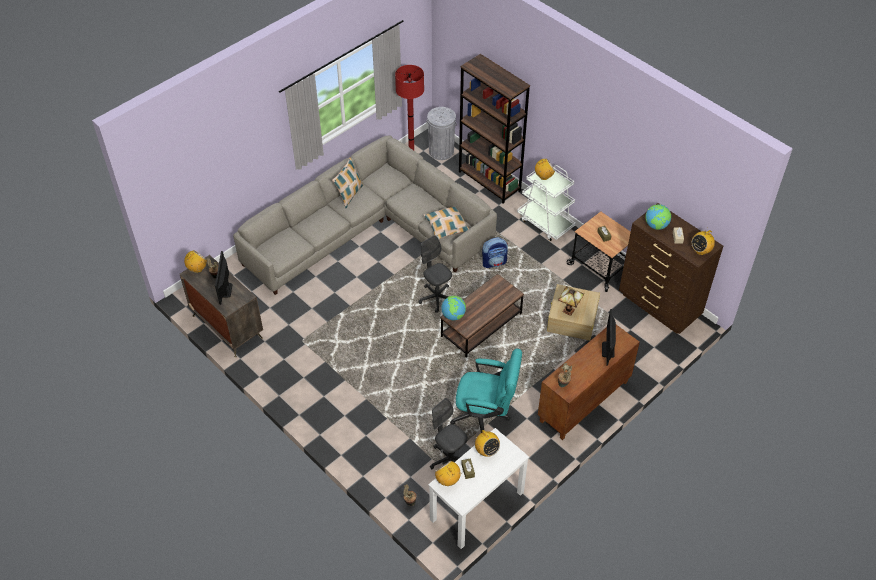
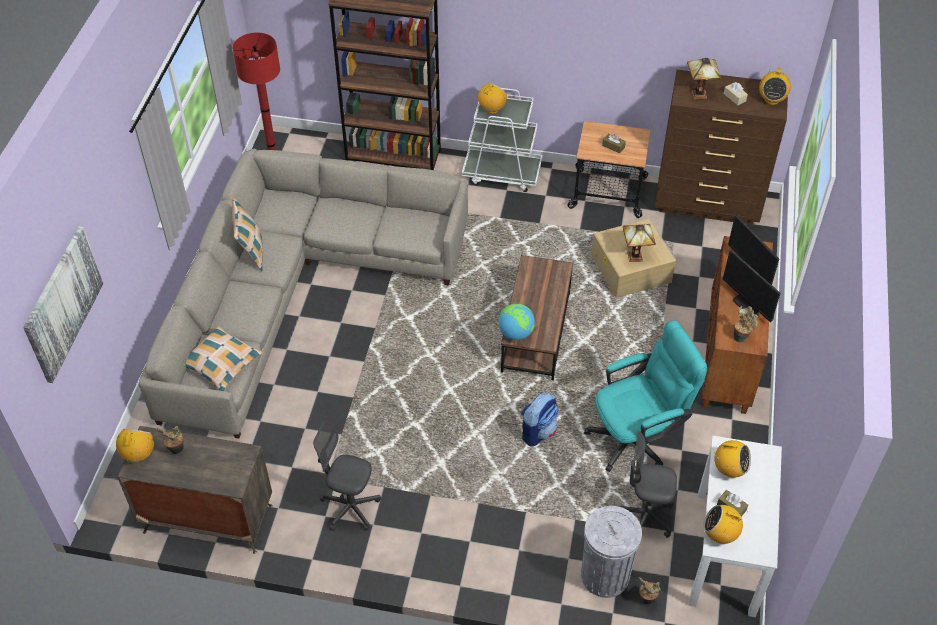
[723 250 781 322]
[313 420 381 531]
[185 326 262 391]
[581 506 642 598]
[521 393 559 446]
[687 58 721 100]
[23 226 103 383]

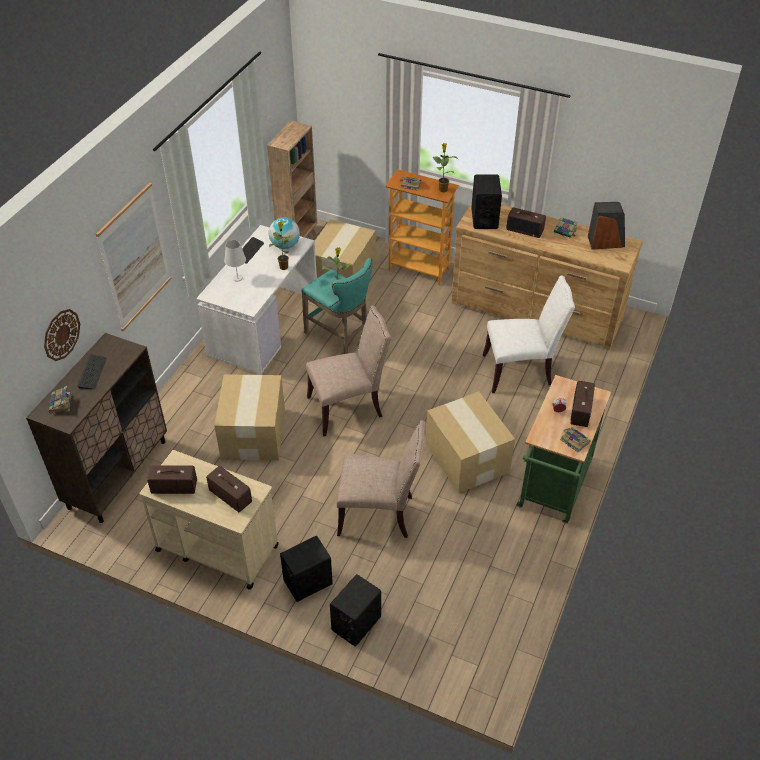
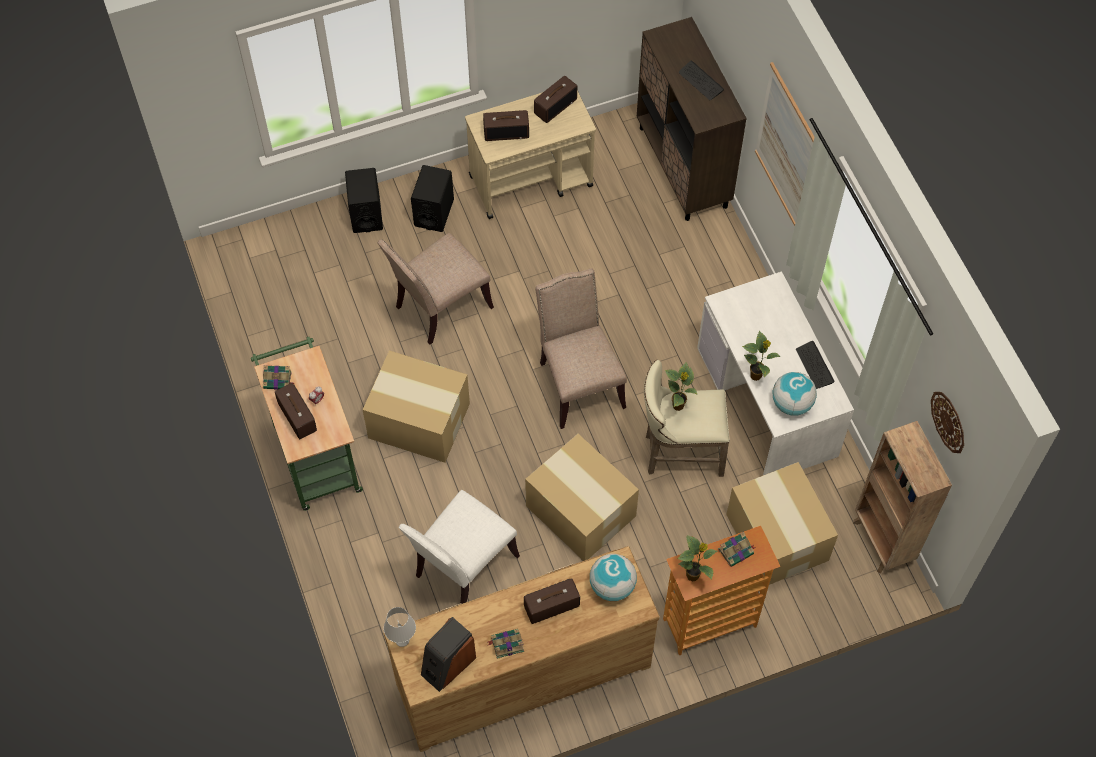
[931 392 964 453]
[49 386 72 415] (first image)
[525 434 639 561]
[384 607 416 647]
[644 360 730 477]
[535 268 627 429]
[590 554 637 601]

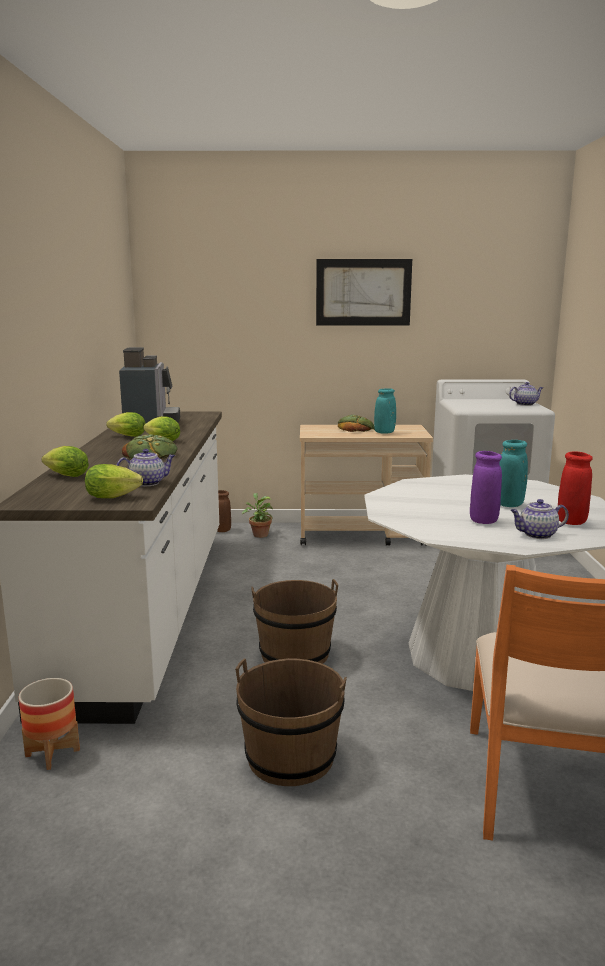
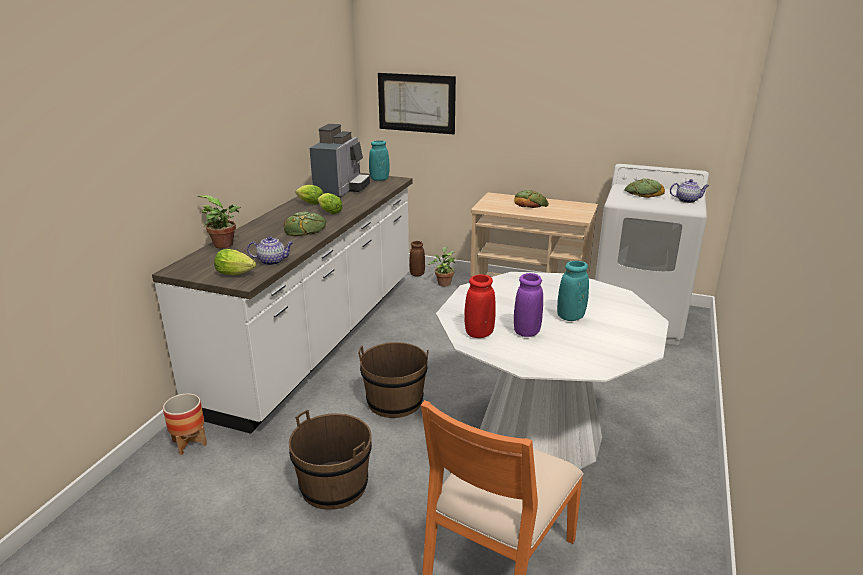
[198 195 241 249]
[378 73 456 134]
[369 140 390 181]
[510 499 569 539] (first image)
[464 274 496 338]
[625 178 665 198]

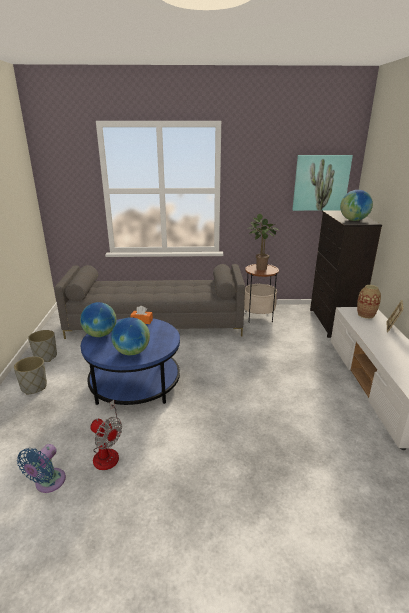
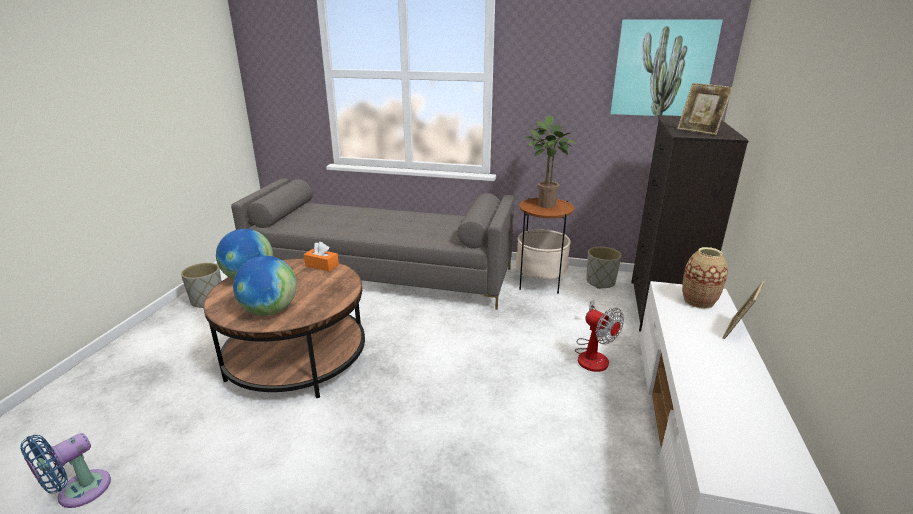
[586 247 622 289]
[203 258 365 398]
[575 299 624 372]
[677 83 733 135]

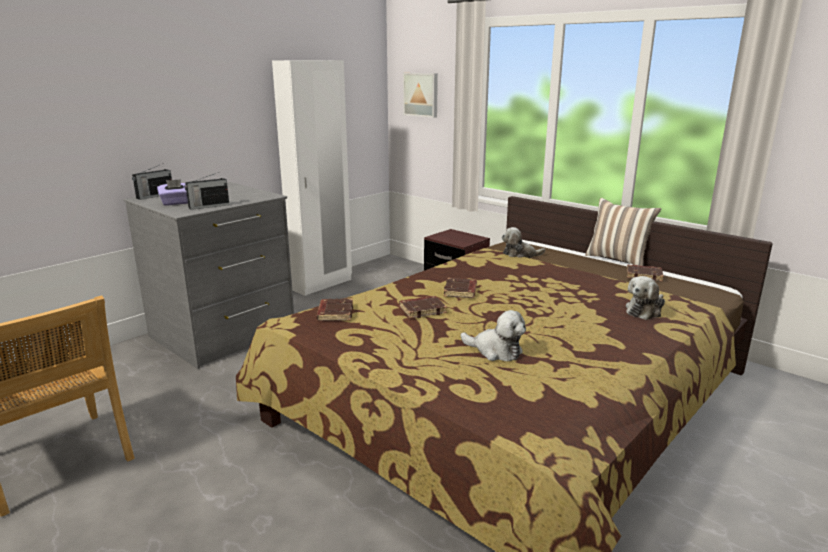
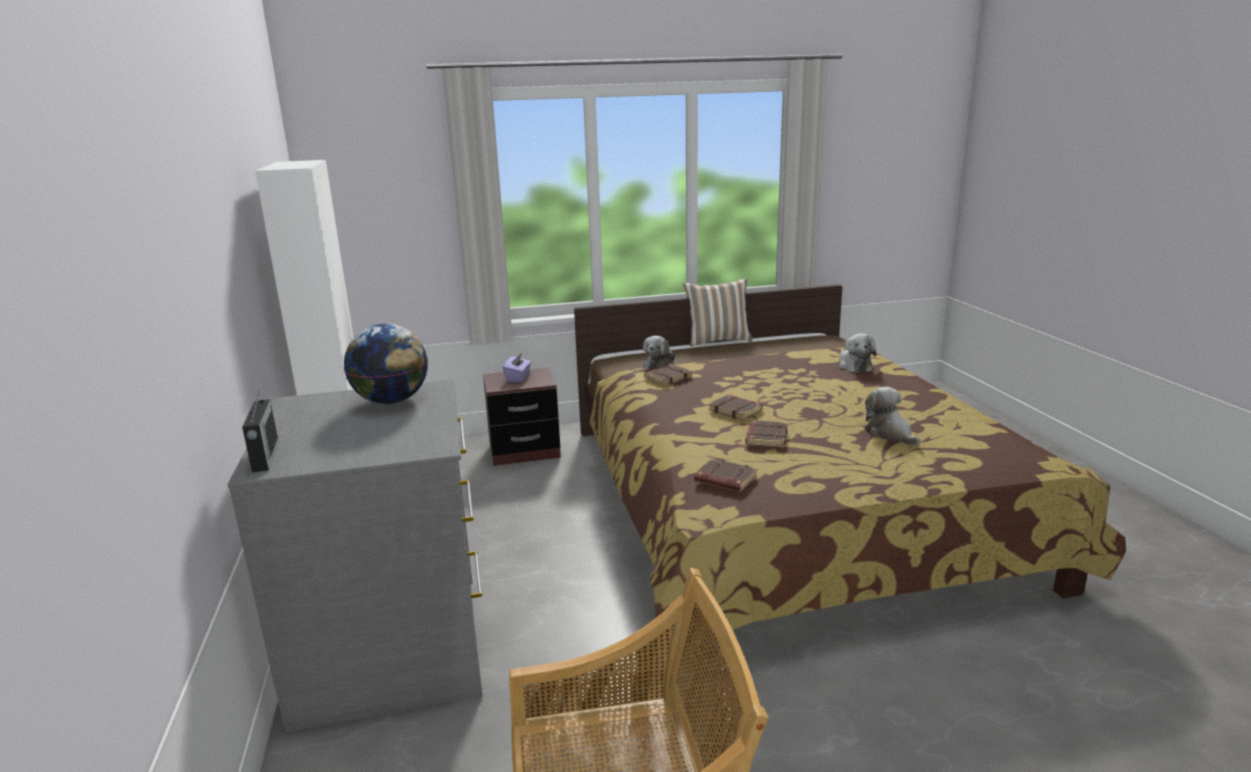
[503 353 531 382]
[184 172 229 210] (first image)
[403 73 438 118] (first image)
[864 387 920 446]
[644 365 692 386]
[344 324 428 404]

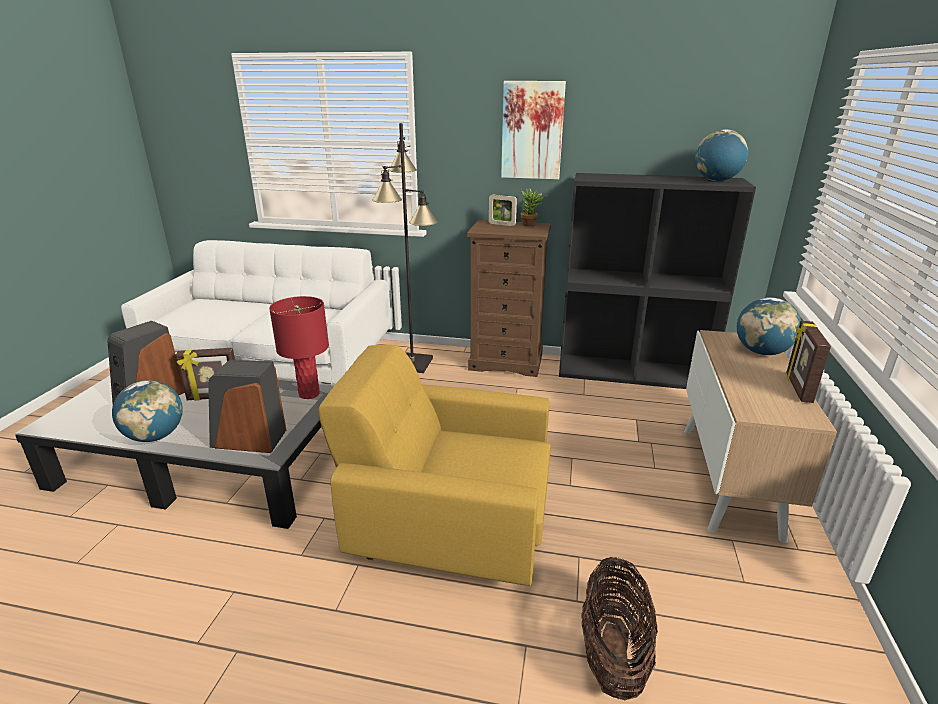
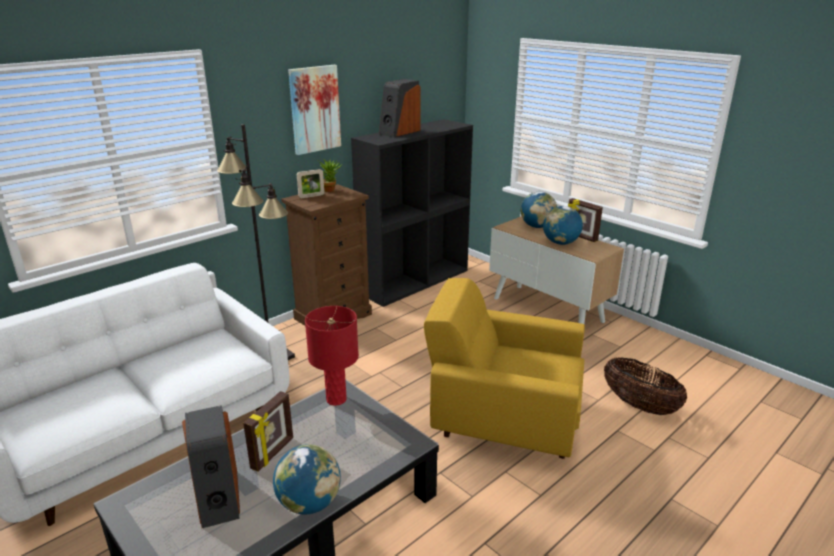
[379 79 421 137]
[424 278 585 459]
[543 206 583 245]

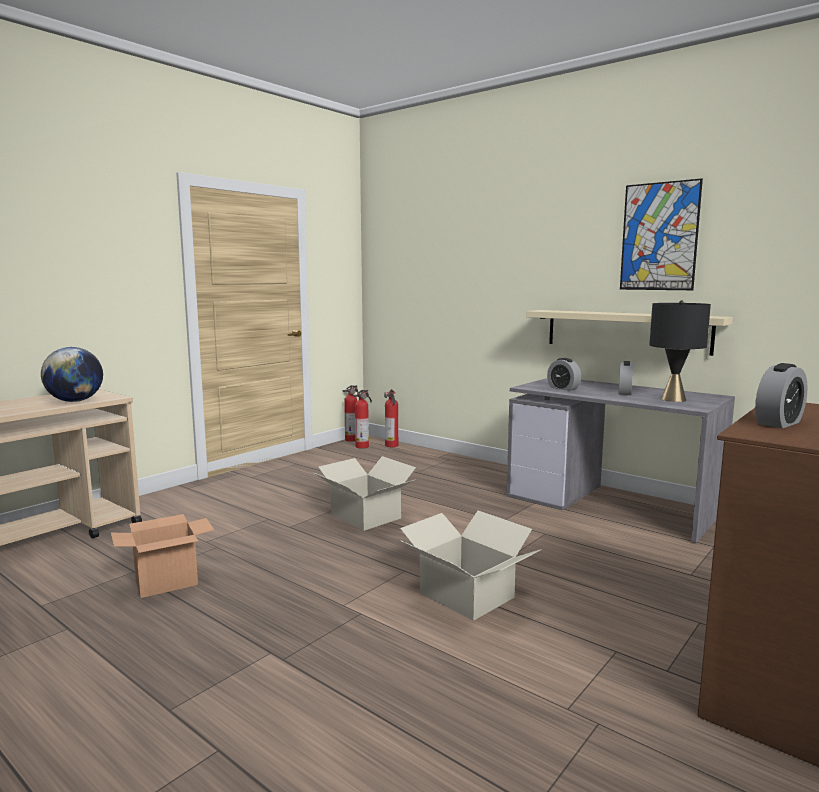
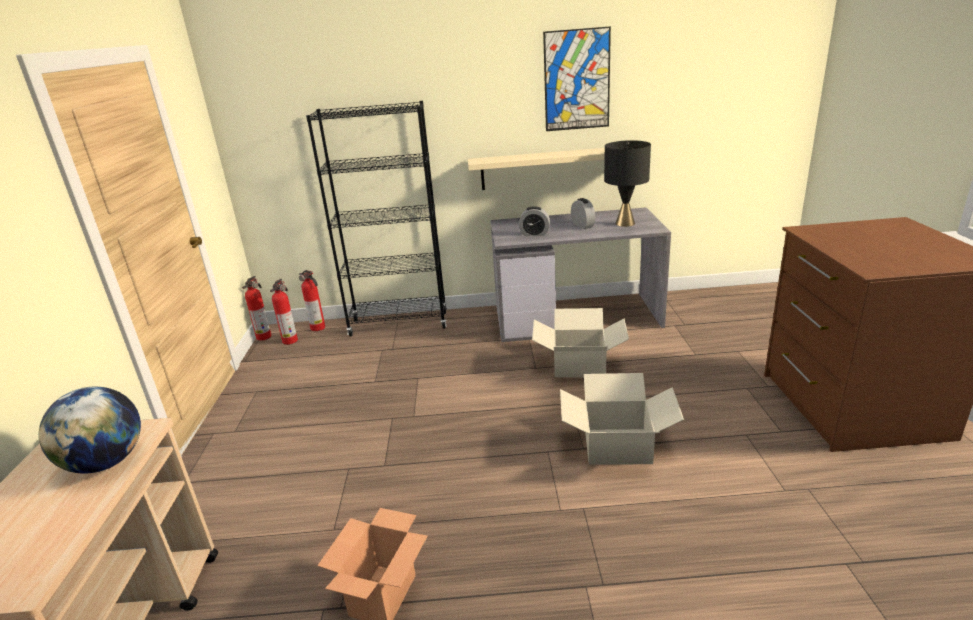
[532 308 629 377]
[755 363 808 428] (first image)
[306 101 447 337]

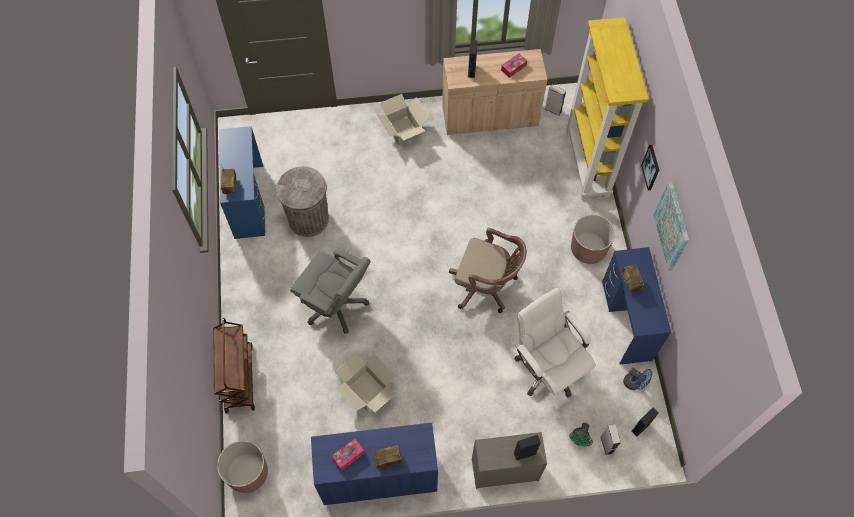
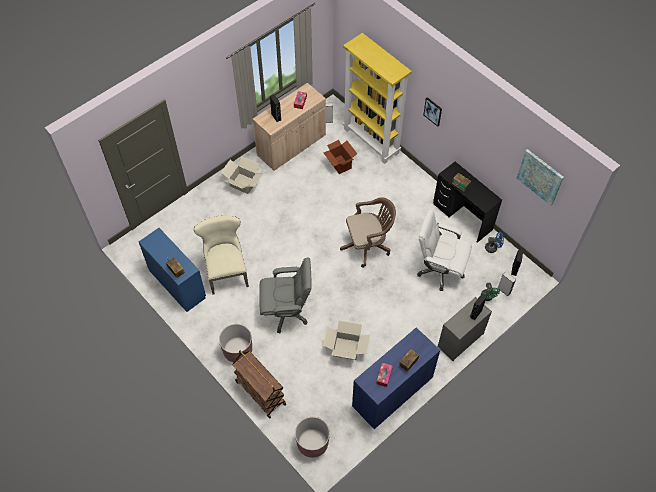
[194 215 249 295]
[219 324 252 363]
[433 162 502 243]
[517 149 564 206]
[324 140 357 174]

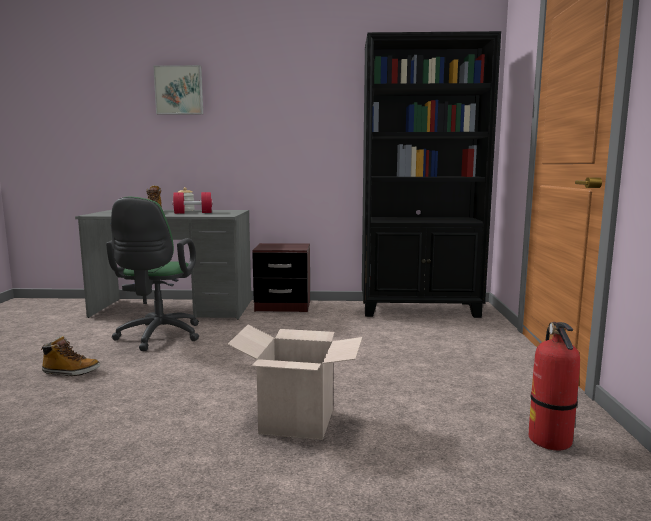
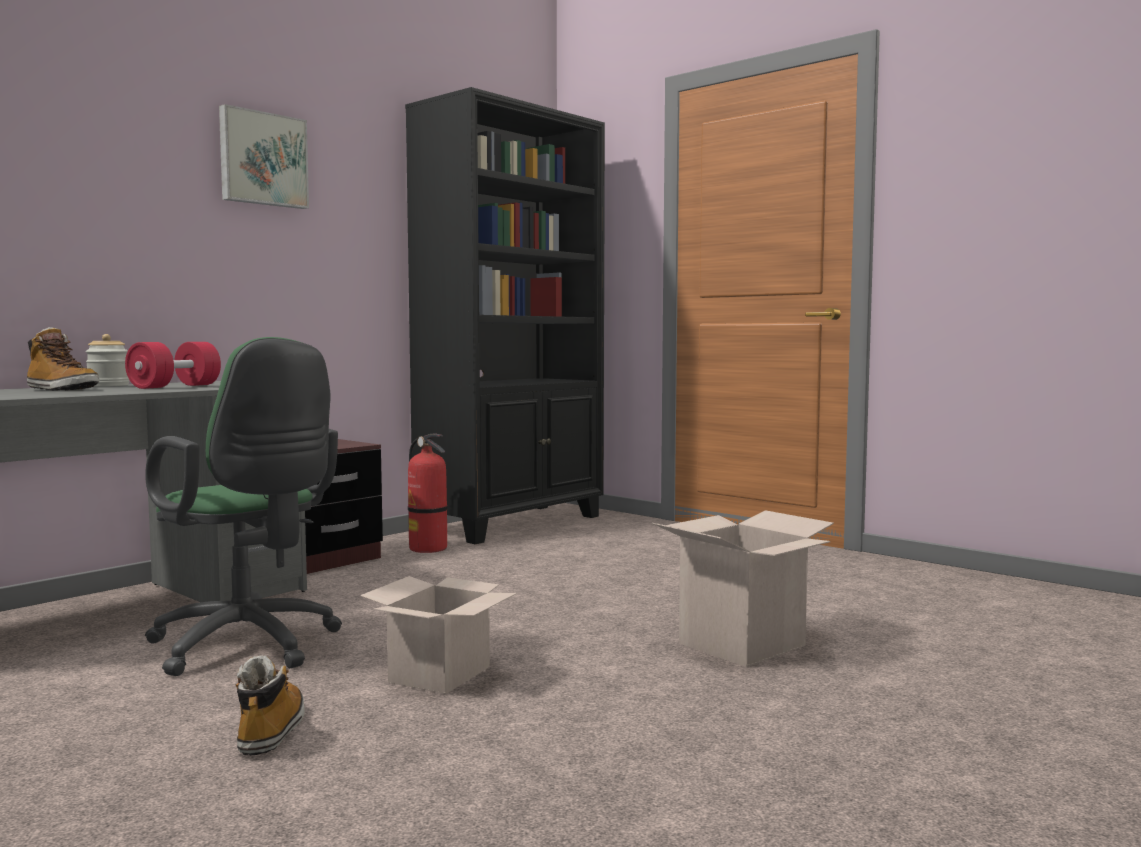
[236 655 305 756]
[219 104 309 209]
[408 434 448 553]
[360 576 517 694]

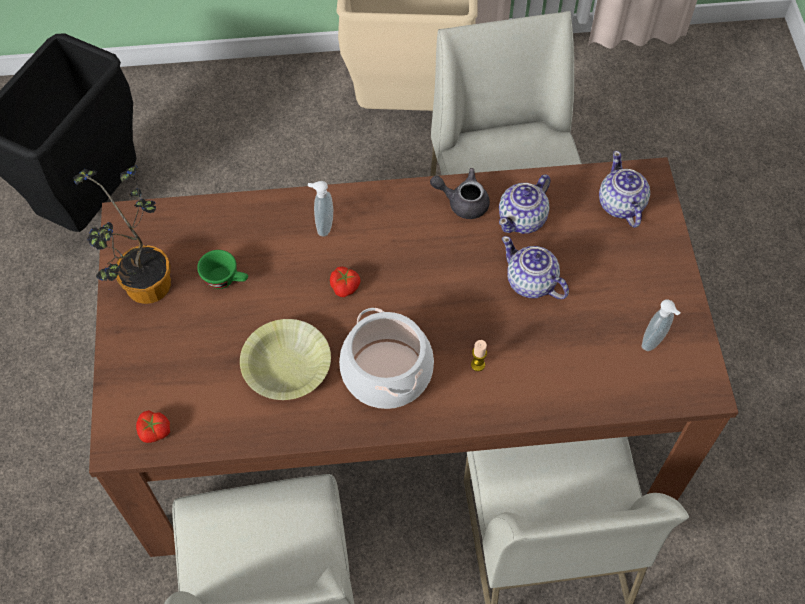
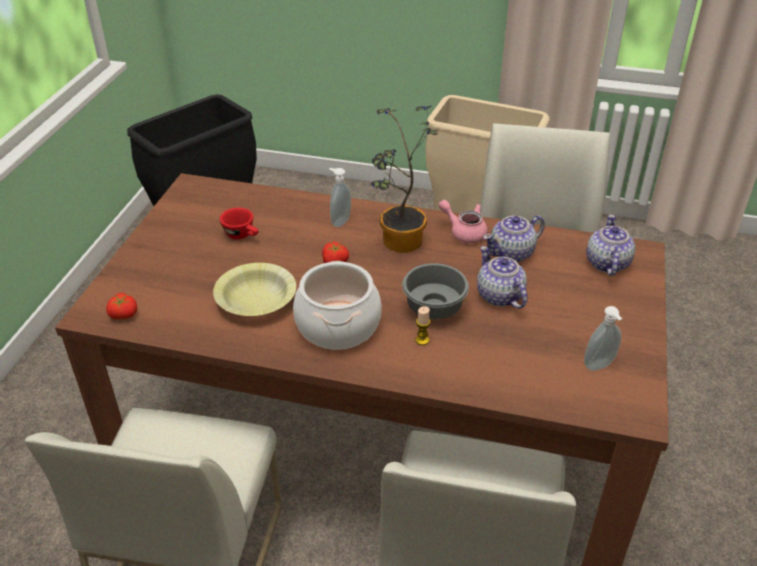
[371 106 438 253]
[220 208 259 240]
[438 200 488 243]
[402 263 469 319]

